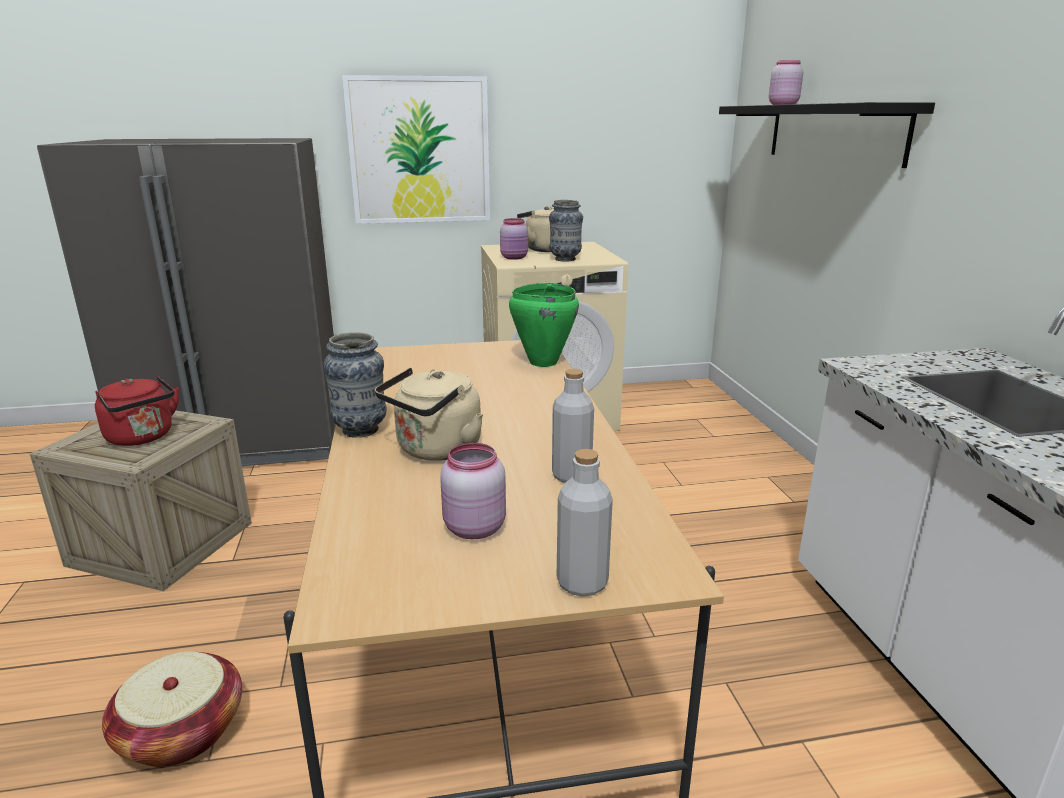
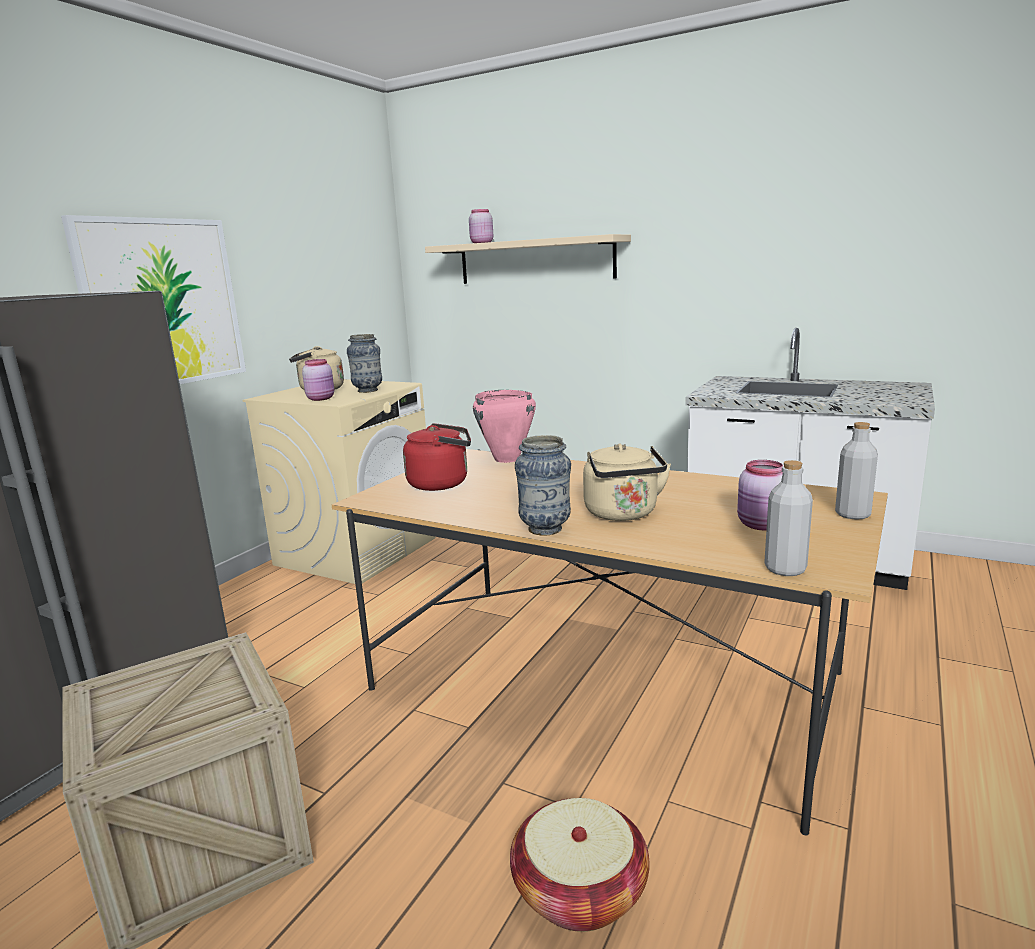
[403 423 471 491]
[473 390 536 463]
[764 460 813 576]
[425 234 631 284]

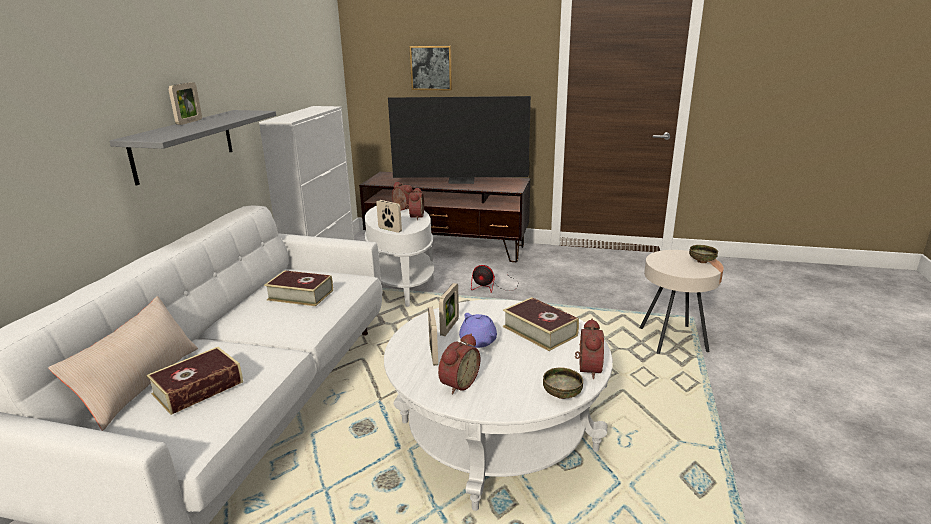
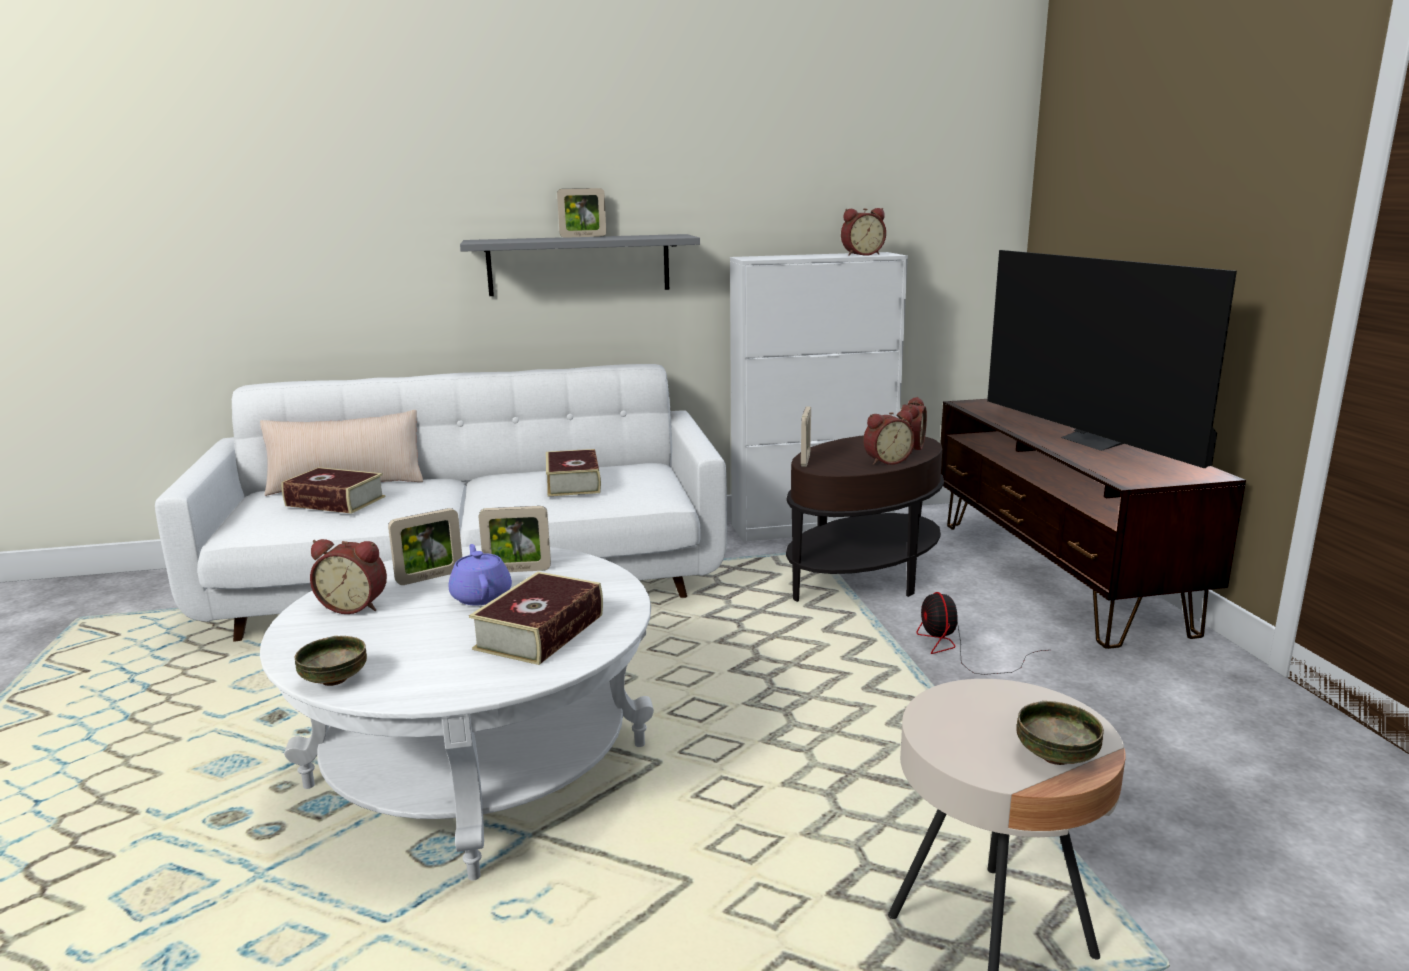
[786 435 944 602]
[409 46 452 91] (first image)
[449 544 512 606]
[841 208 886 256]

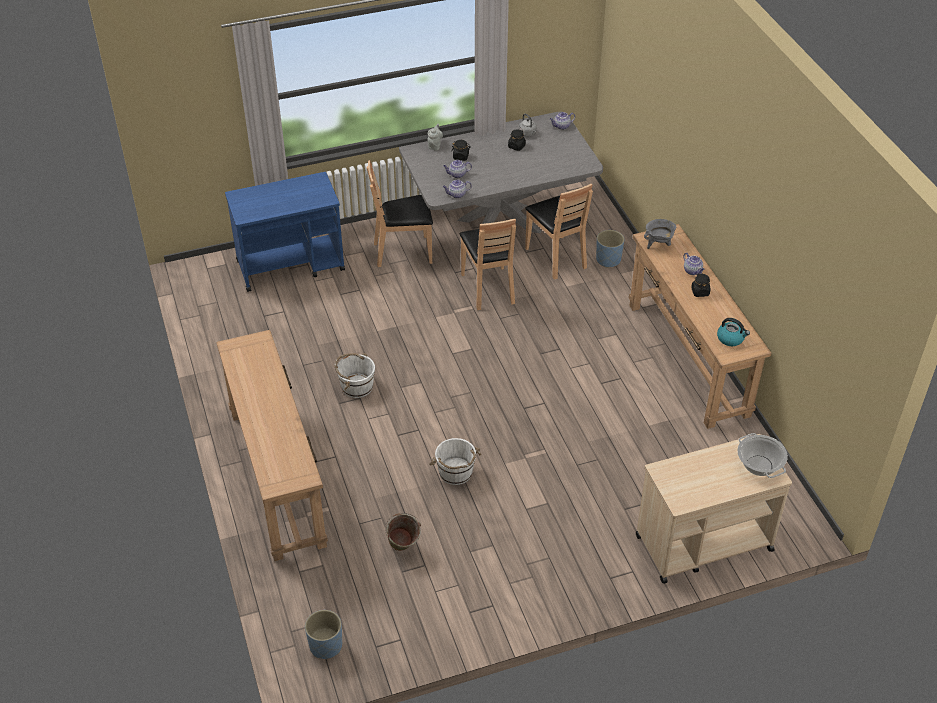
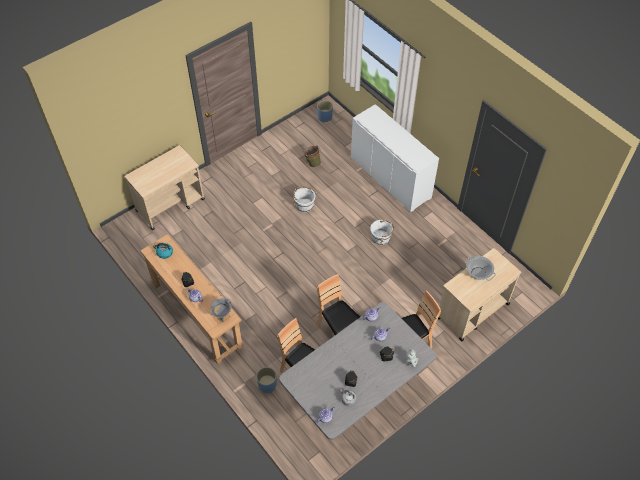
[351 104 439 212]
[438 248 521 341]
[465 256 496 281]

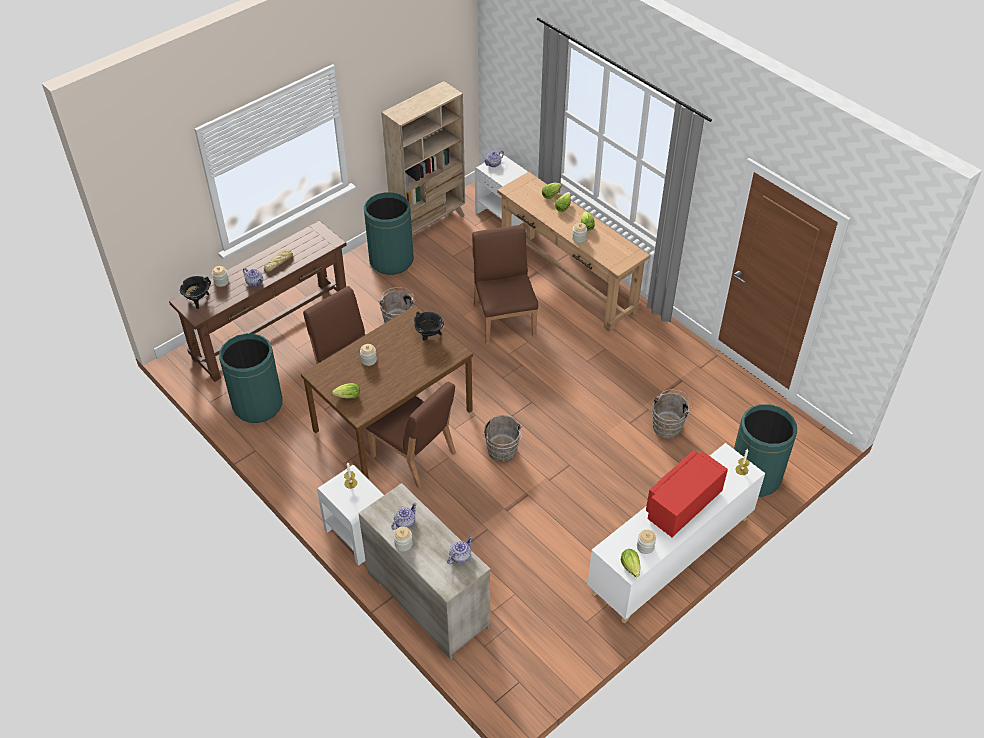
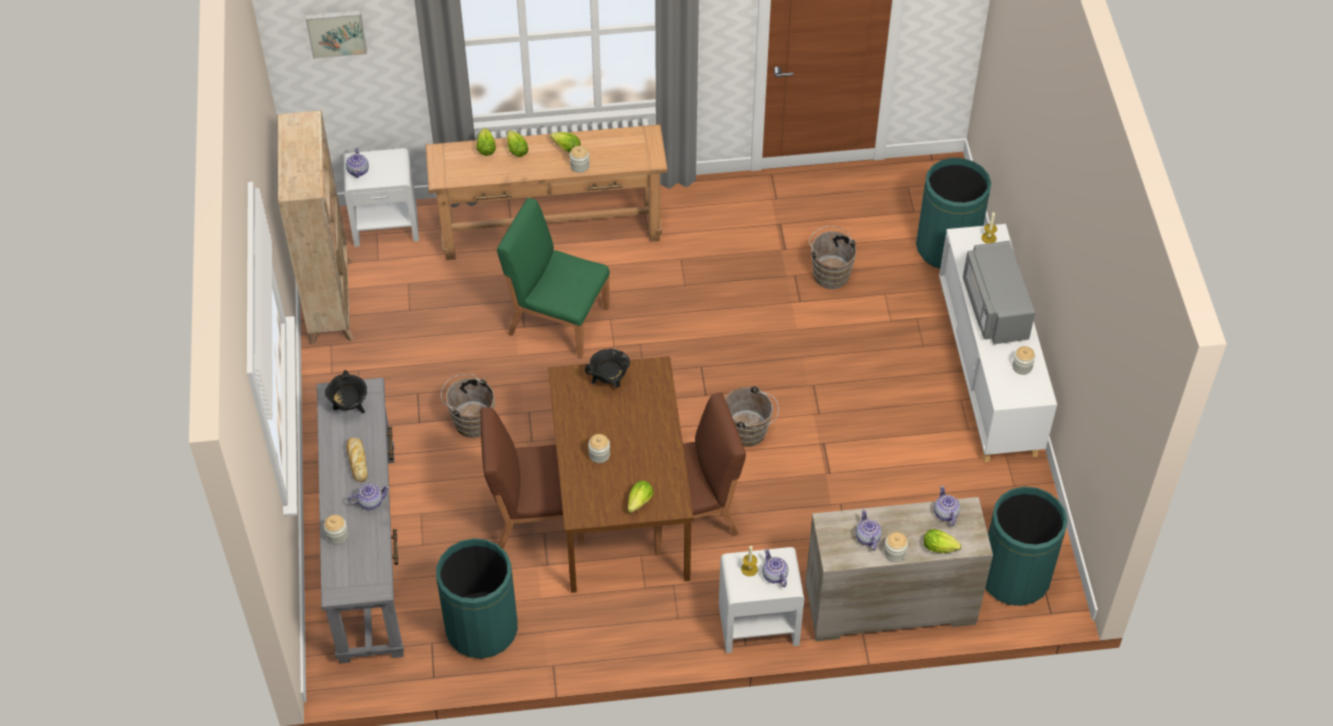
[317 378 404 663]
[325 370 367 413]
[985 487 1067 606]
[497 198 610 359]
[924 529 961 553]
[963 241 1035 345]
[305 10 367 59]
[762 549 788 587]

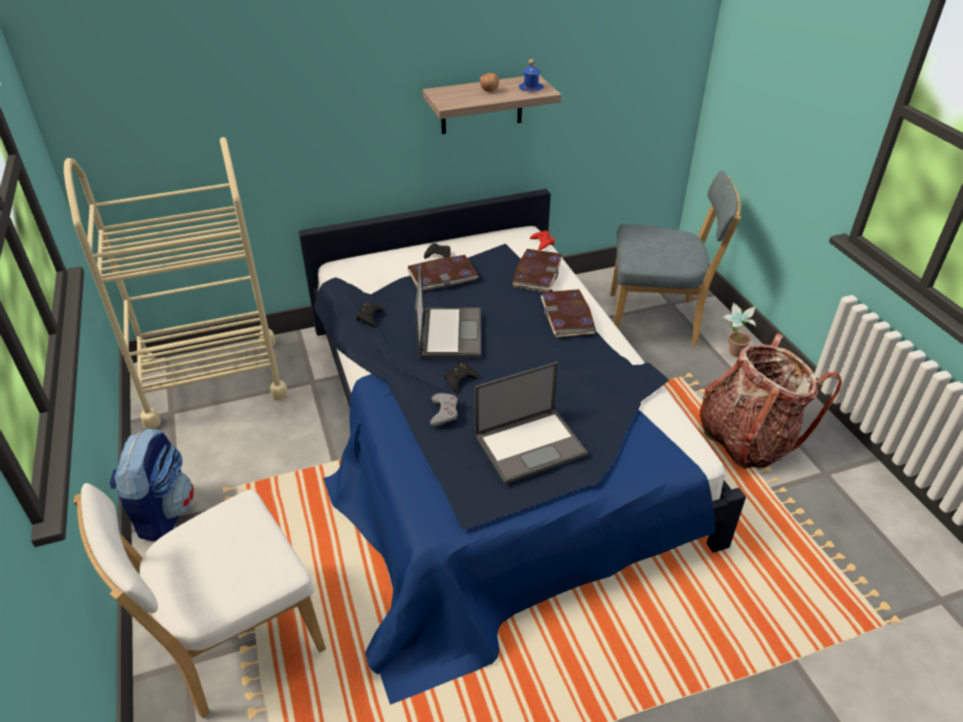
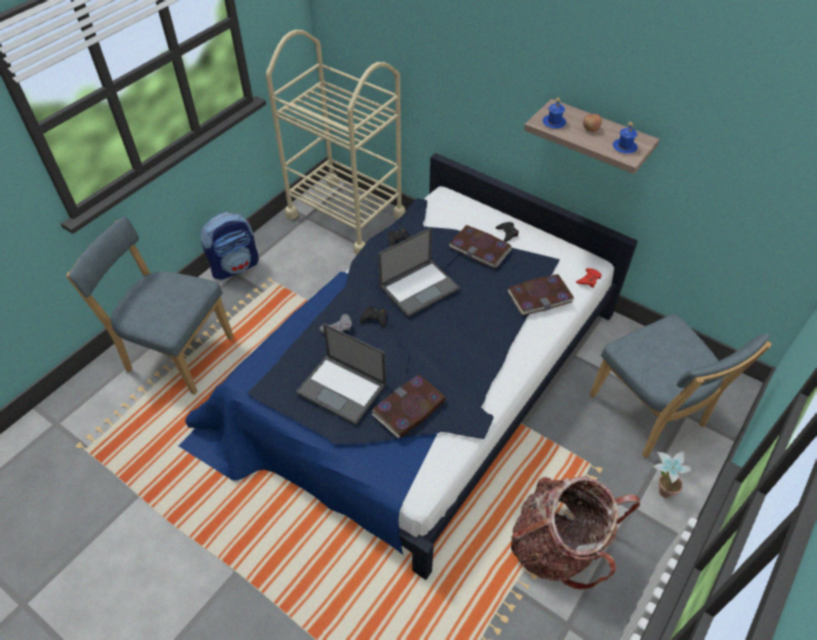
[66 217 234 395]
[372 375 446 438]
[543 98 566 129]

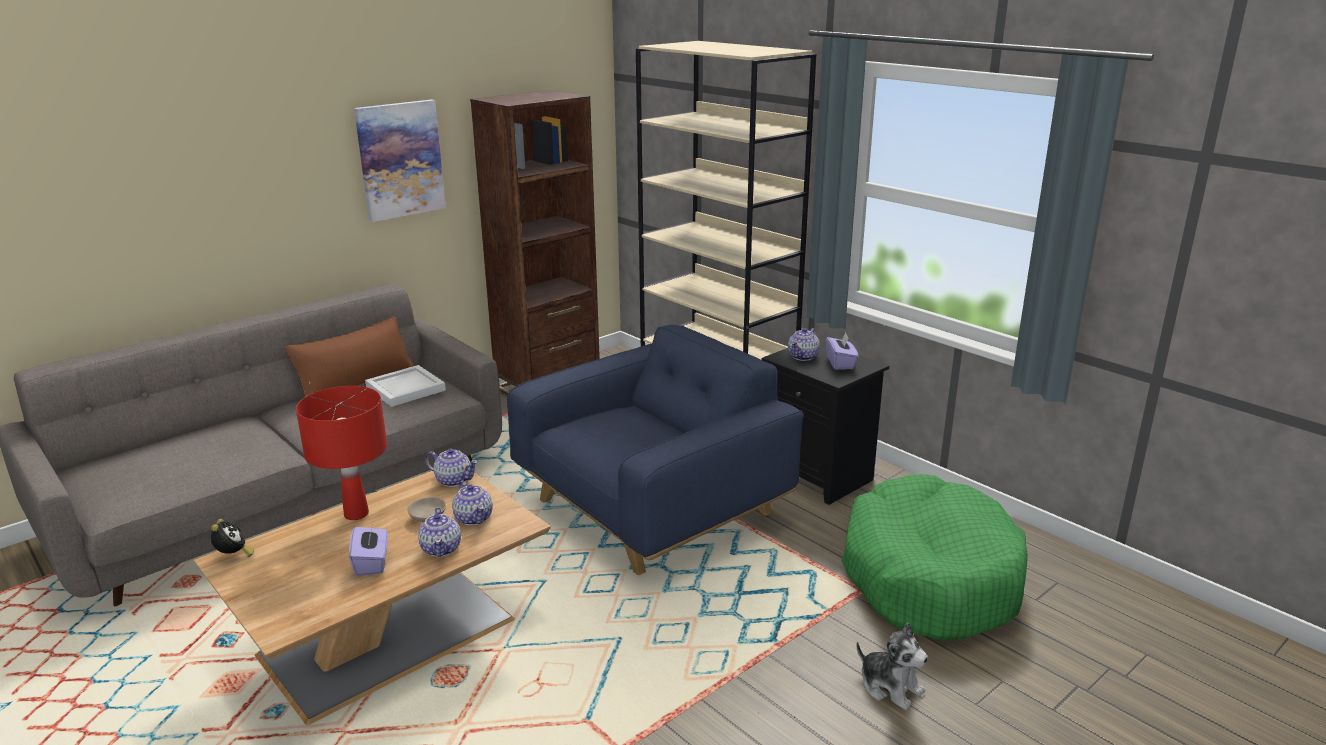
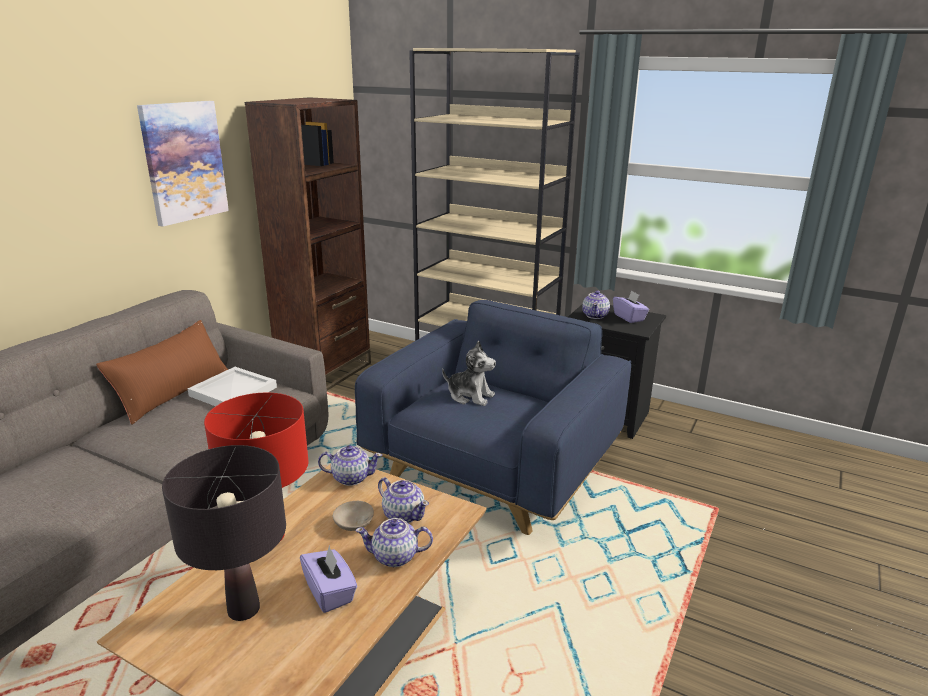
[211 519 254 557] (first image)
[356 518 433 567]
[841 474 1028 641] (first image)
[442 341 496 406]
[162 445 286 621]

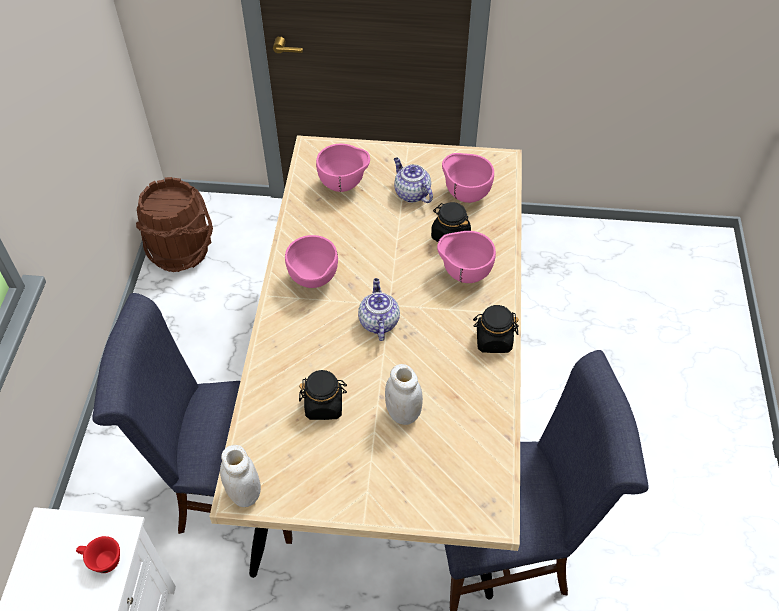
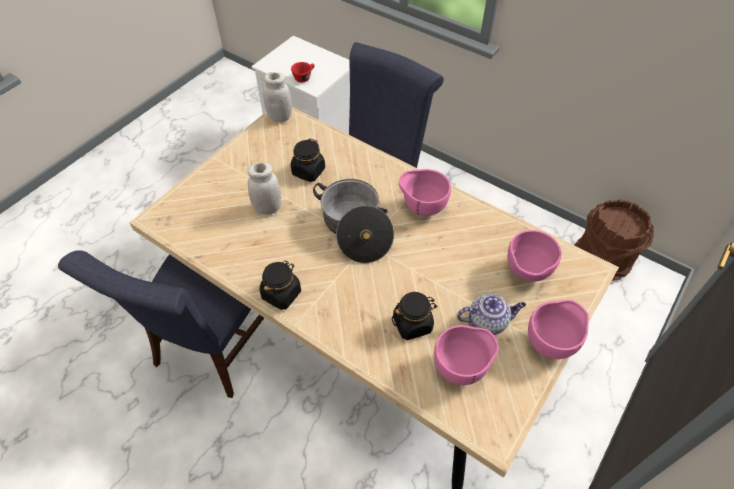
[313 179 394 263]
[528 300 589 359]

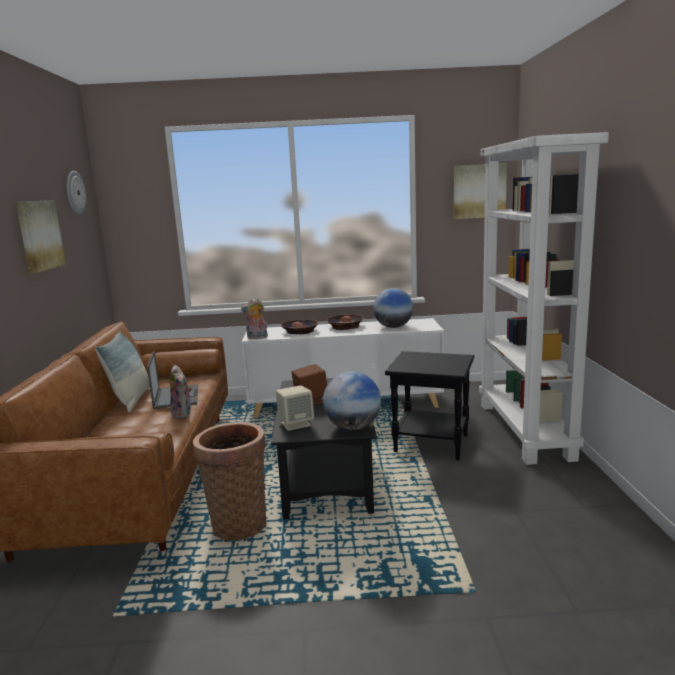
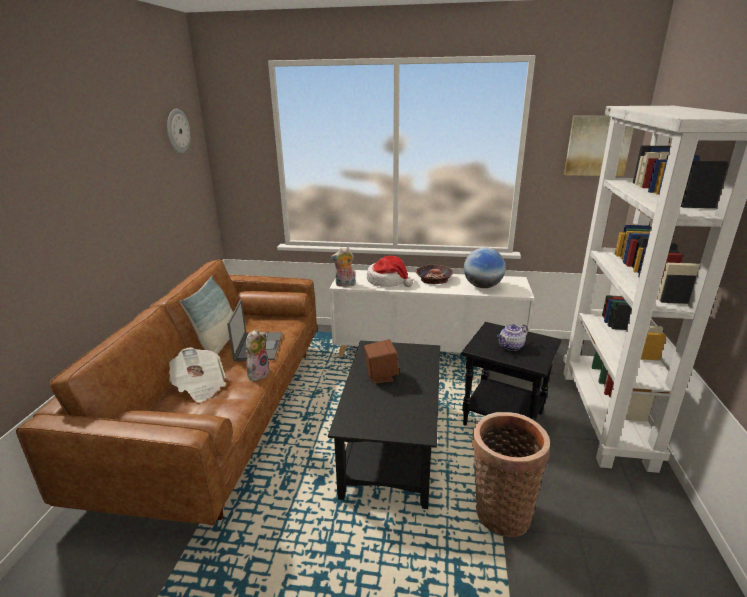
[16 200 66 274] (first image)
[245 329 270 381]
[472 412 550 537]
[276 385 314 431] (first image)
[367 256 413 287]
[323 371 381 430] (first image)
[169 347 226 402]
[497 324 528 351]

